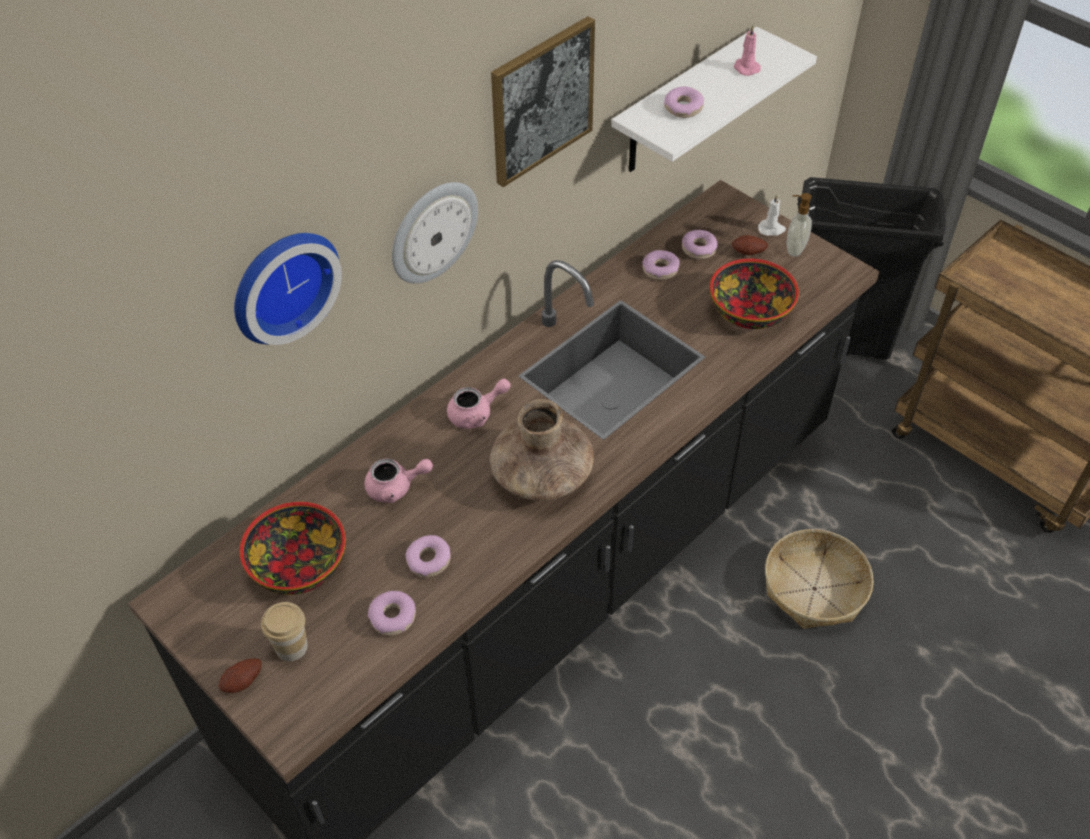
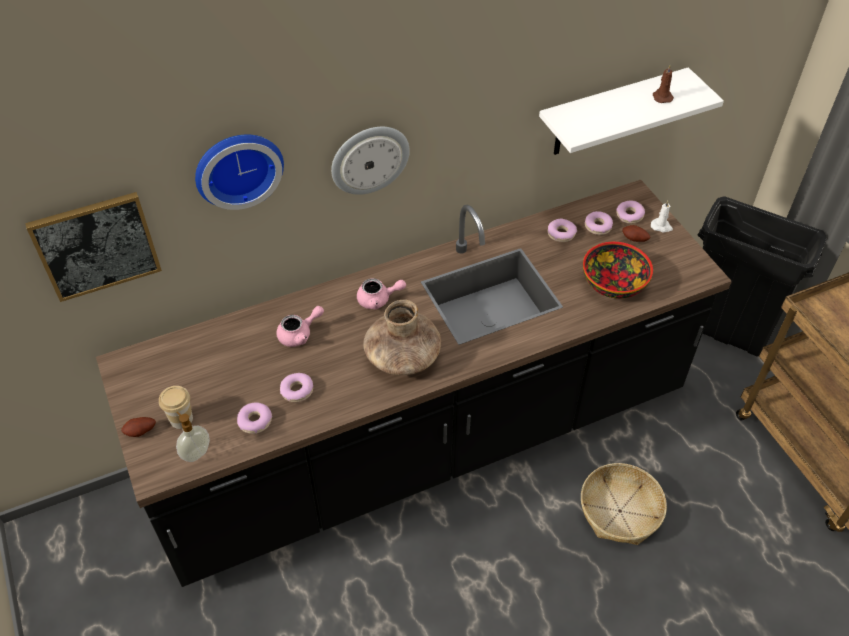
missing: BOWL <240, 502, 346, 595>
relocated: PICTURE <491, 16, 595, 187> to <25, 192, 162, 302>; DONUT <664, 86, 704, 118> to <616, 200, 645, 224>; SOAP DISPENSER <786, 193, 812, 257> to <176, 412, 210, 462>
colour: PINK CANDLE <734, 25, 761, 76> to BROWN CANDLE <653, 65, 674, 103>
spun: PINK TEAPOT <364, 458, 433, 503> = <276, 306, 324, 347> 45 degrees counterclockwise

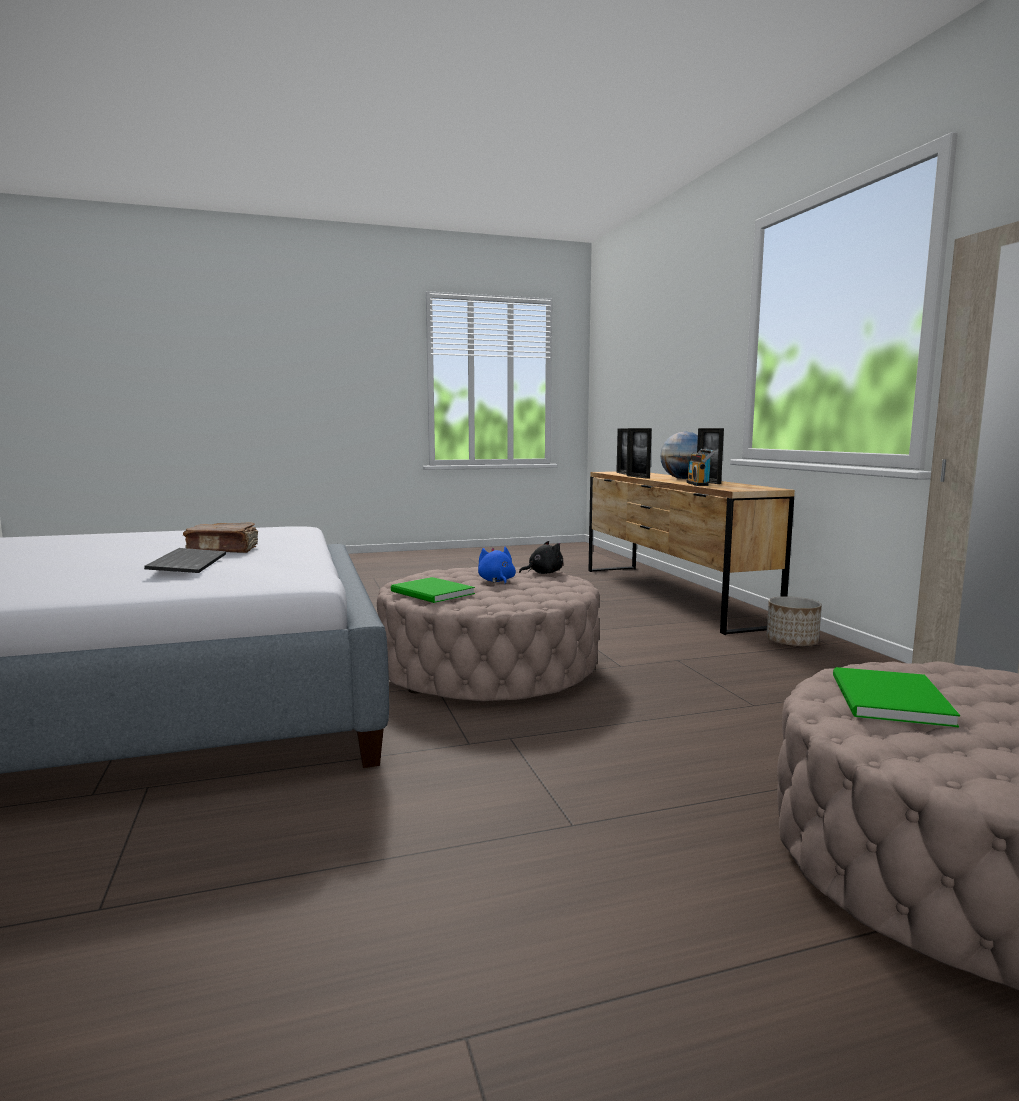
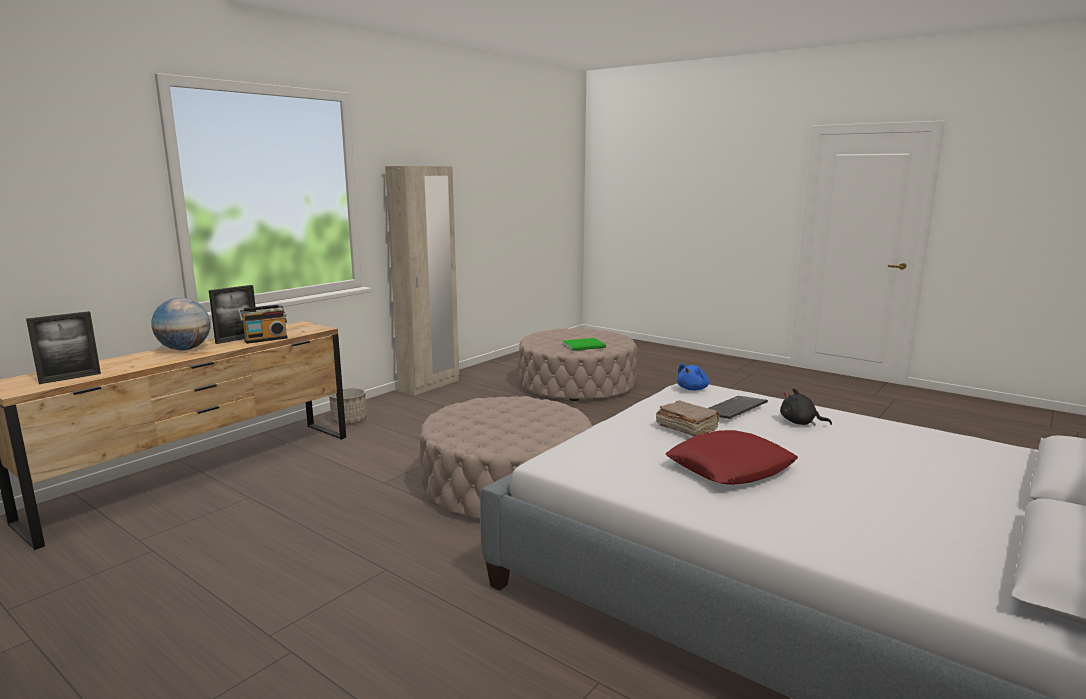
missing: GREEN BOOK <391, 577, 475, 603>; PICTURE FRAME <627, 428, 652, 479>
appeared: RED PILLOW <666, 430, 798, 485>
relocated: BLUE PLUSH TOY <478, 547, 516, 585> to <677, 363, 709, 390>; BLACK PLUSH TOY <519, 541, 563, 574> to <780, 388, 832, 426>

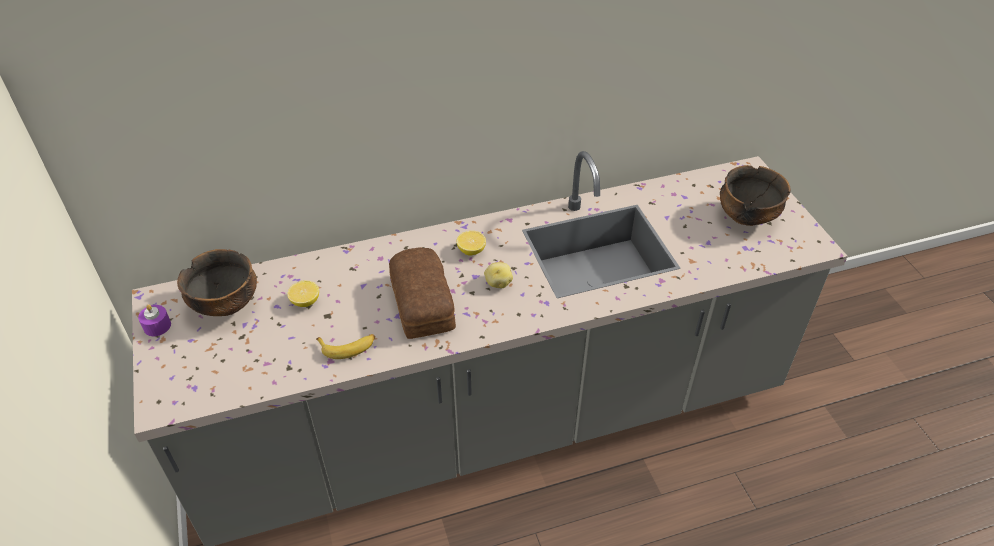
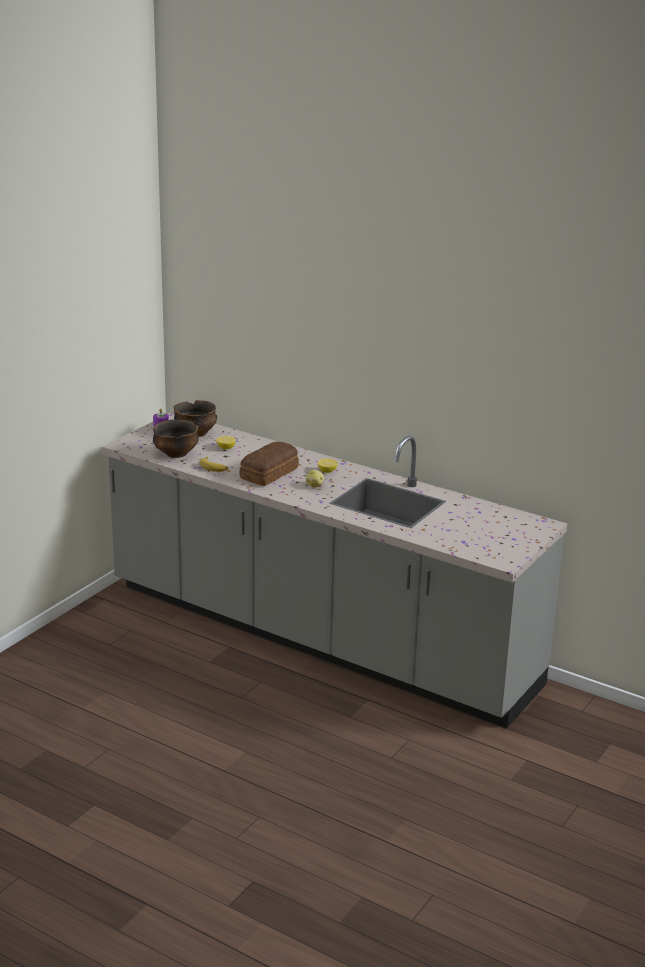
relocated: BOWL <720, 165, 791, 226> to <153, 420, 199, 458>

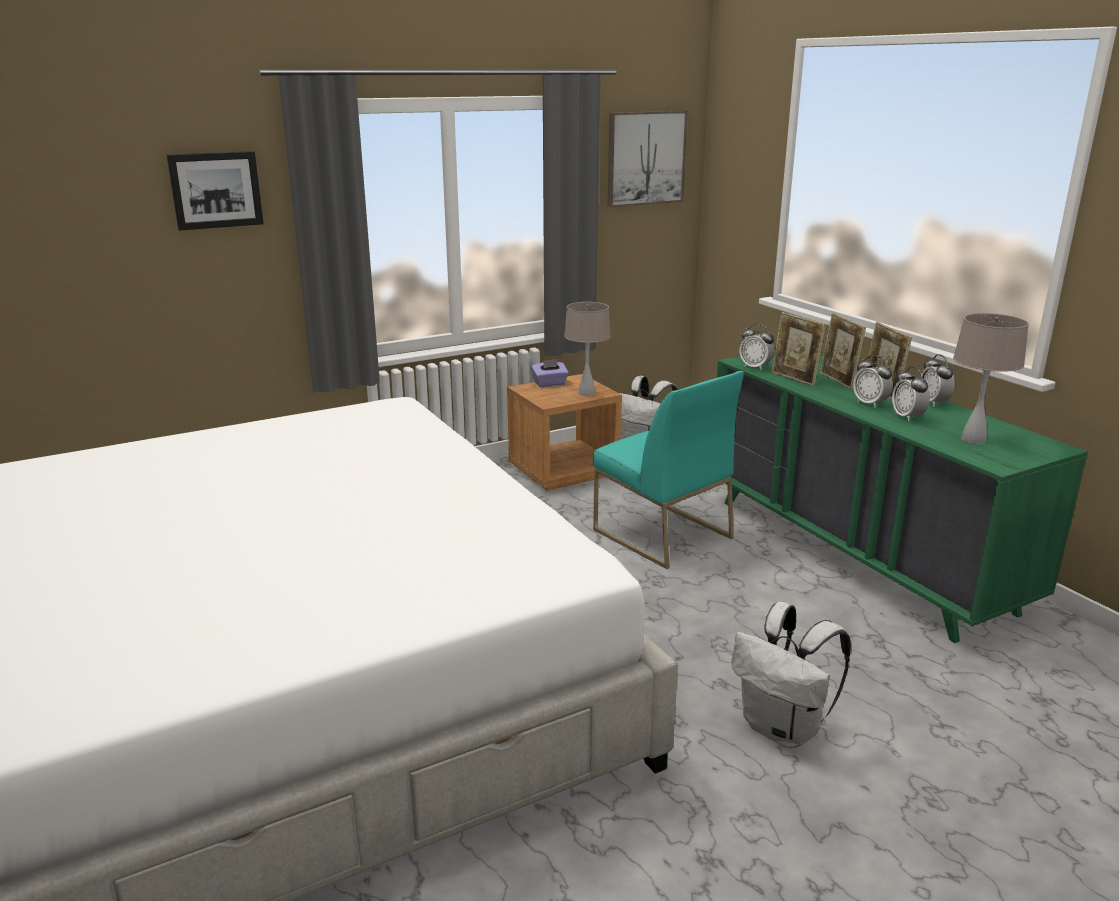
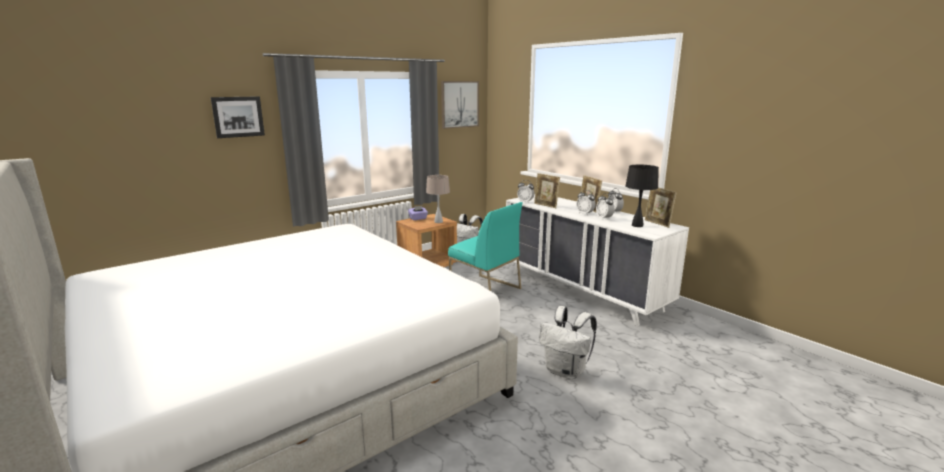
relocated: PICTURE FRAME <820, 313, 866, 389> to <645, 188, 677, 228>
colour: GREEN DRESSER <717, 352, 1088, 643> to WHITE DRESSER <506, 194, 689, 326>; BEIGE TABLE LAMP <953, 313, 1029, 444> to BLACK TABLE LAMP <625, 165, 659, 227>

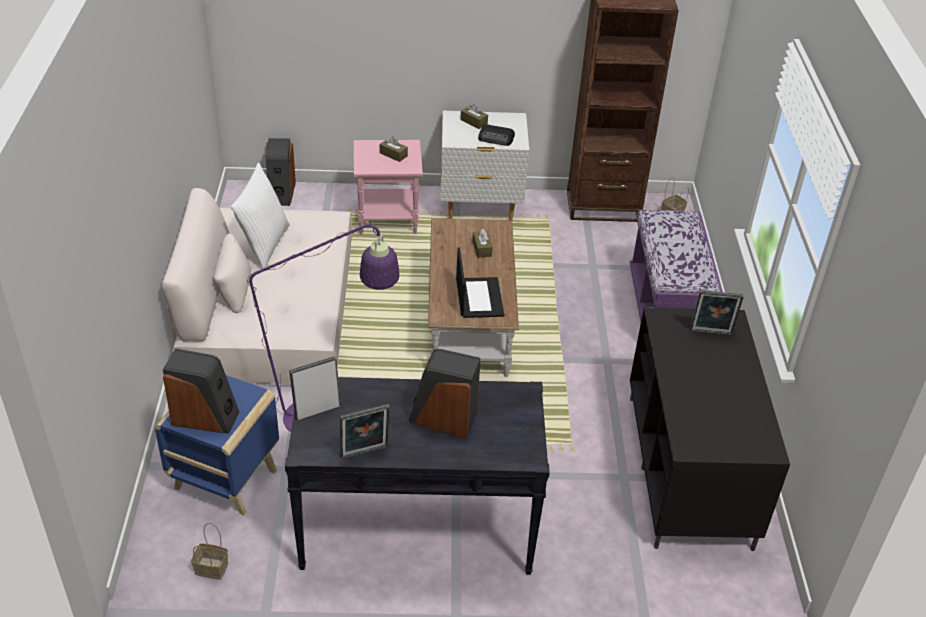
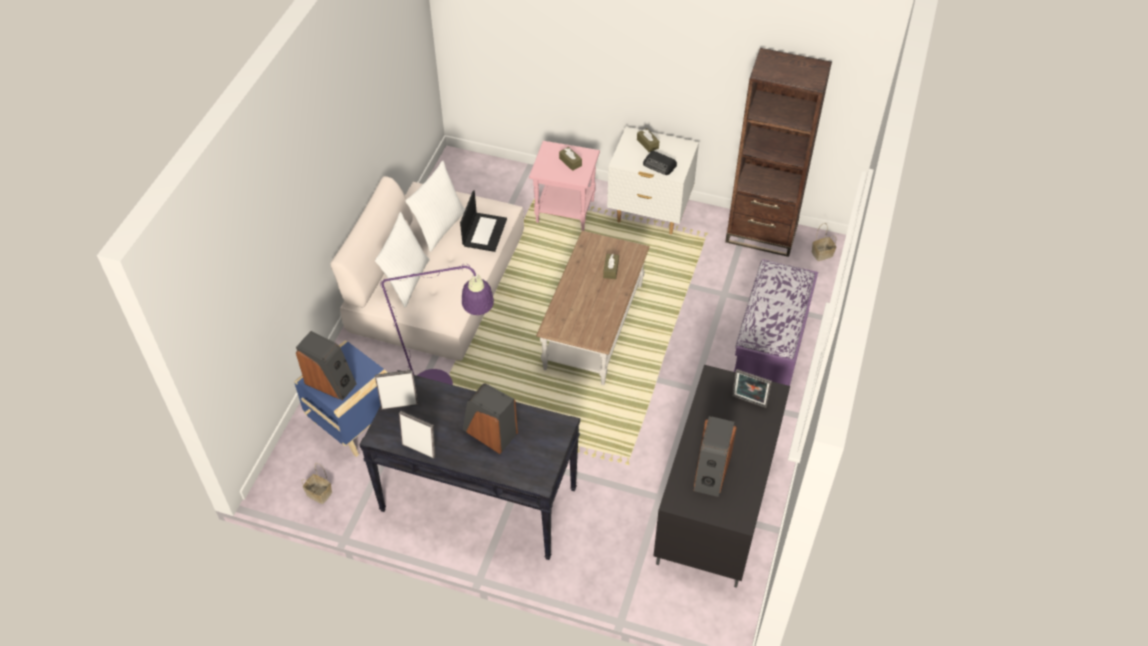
appeared: WHITE PILLOW <375, 212, 429, 308>
relocated: SPEAKER <266, 138, 296, 206> to <694, 416, 737, 497>; LAPTOP <456, 248, 504, 318> to <460, 190, 507, 252>
spun: PICTURE FRAME <340, 404, 390, 459> = <399, 411, 436, 459> 150 degrees counterclockwise

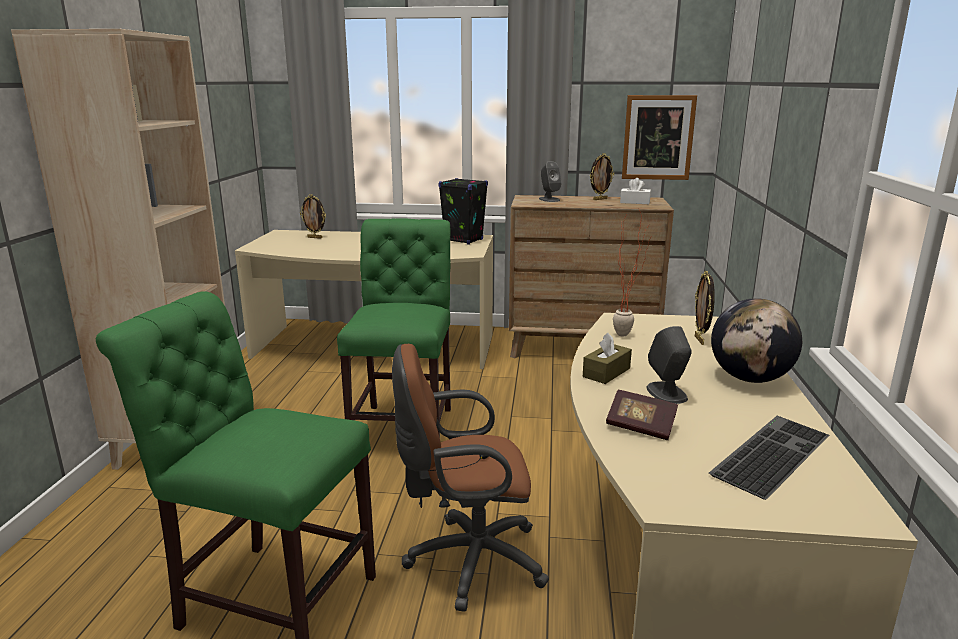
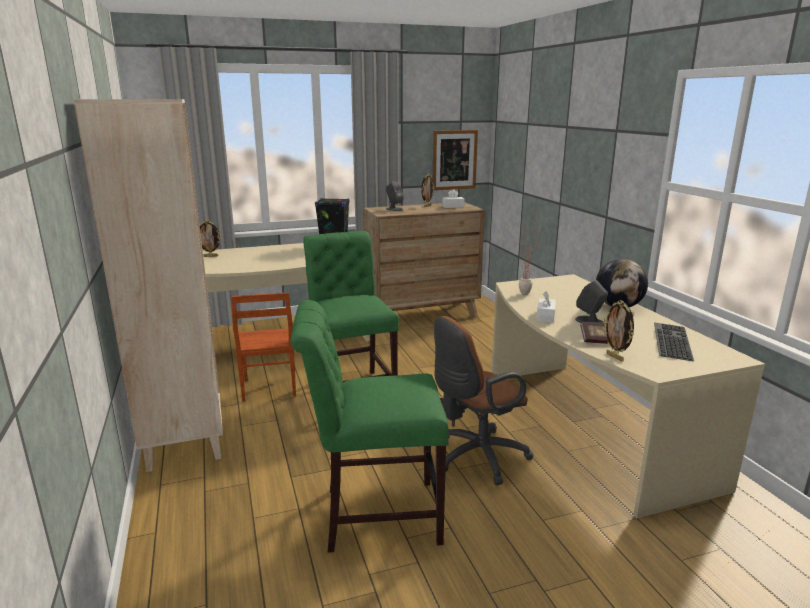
appeared: BROWN CHAIR <231, 293, 296, 402>
relocated: PICTURE FRAME <695, 271, 715, 345> to <604, 300, 634, 362>
colour: BROWN TISSUE BOX <583, 333, 632, 384> to WHITE TISSUE BOX <536, 291, 556, 323>

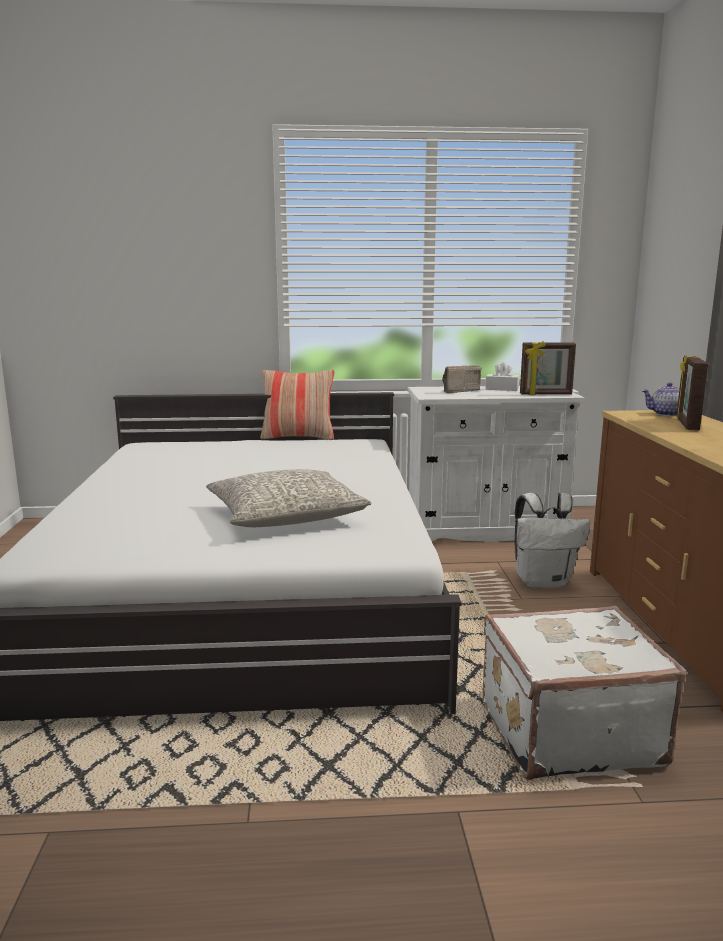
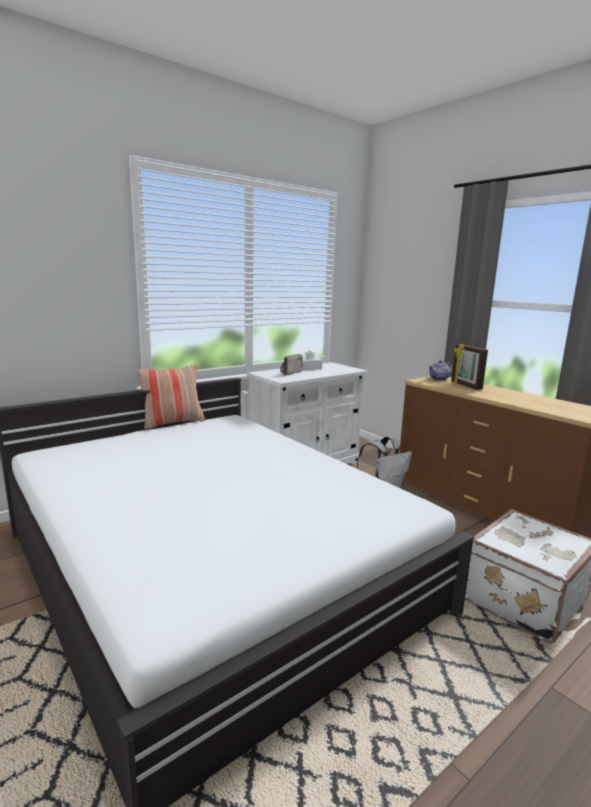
missing: GREY PILLOW <206, 469, 371, 527>; PICTURE FRAME <520, 341, 576, 395>

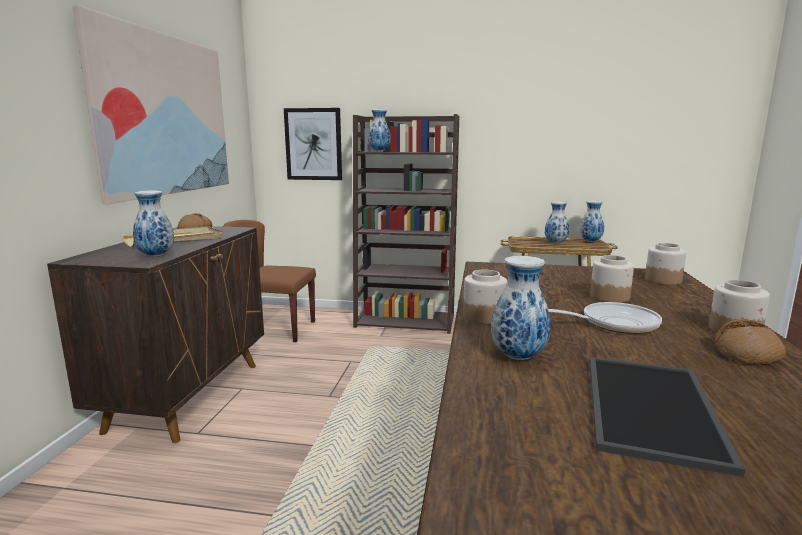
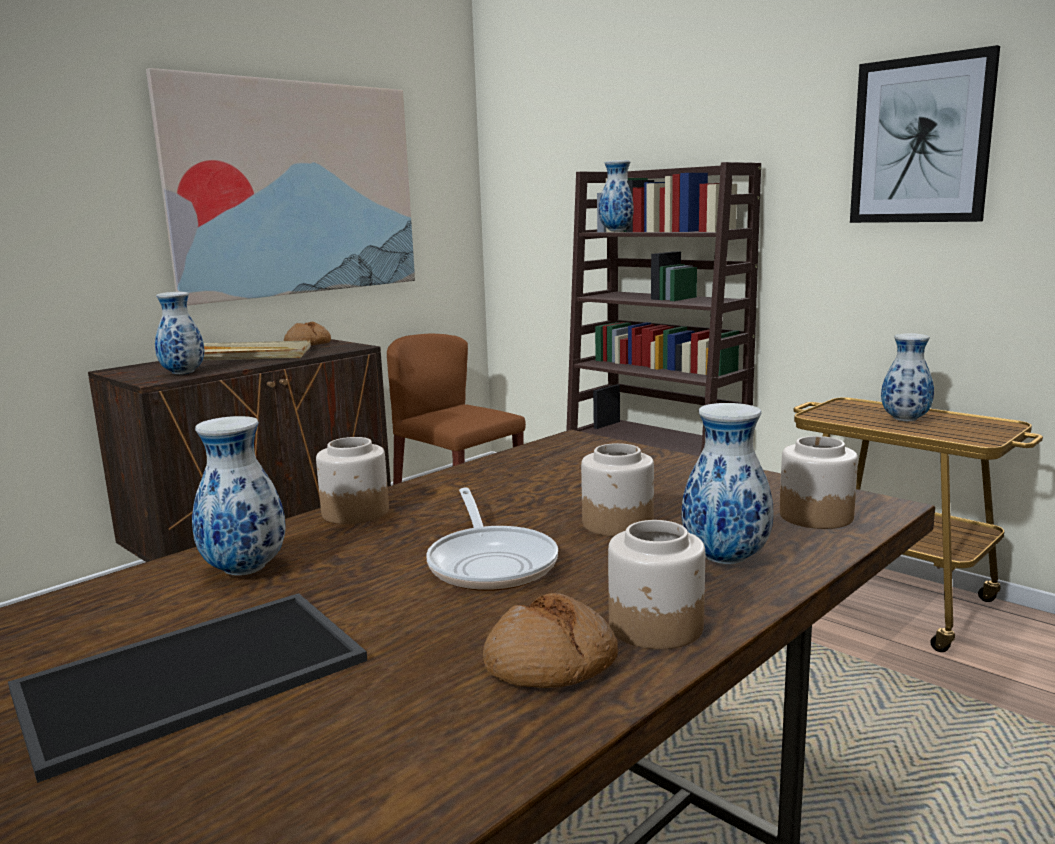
relocated: PICTURE <284, 108, 342, 180> to <850, 45, 1000, 223>; VASE <579, 200, 604, 242> to <682, 403, 773, 564>
spun: FRYING PAN <548, 302, 662, 334> = <426, 488, 558, 591> 45 degrees clockwise

